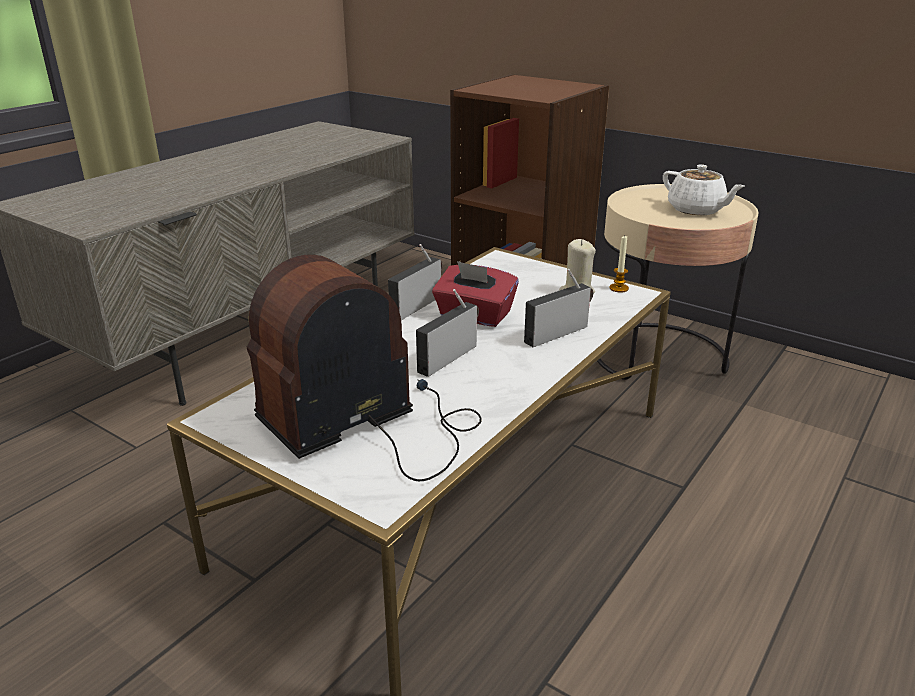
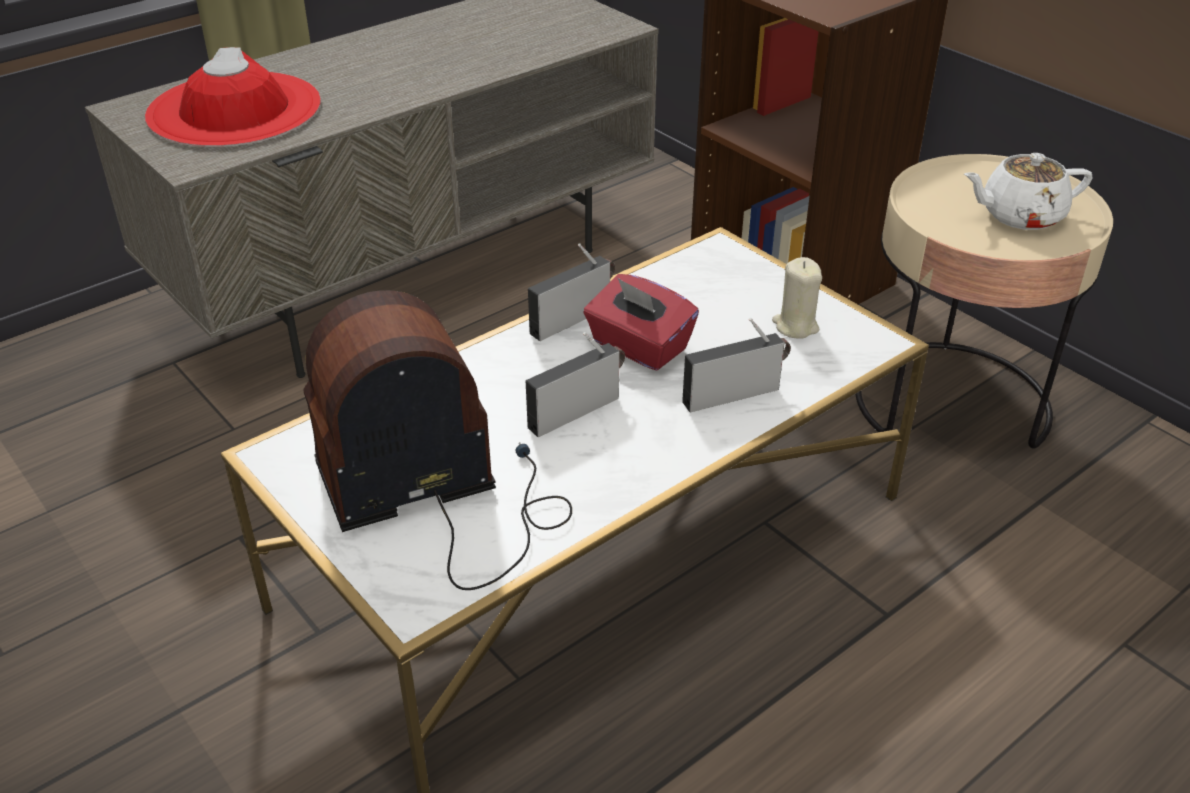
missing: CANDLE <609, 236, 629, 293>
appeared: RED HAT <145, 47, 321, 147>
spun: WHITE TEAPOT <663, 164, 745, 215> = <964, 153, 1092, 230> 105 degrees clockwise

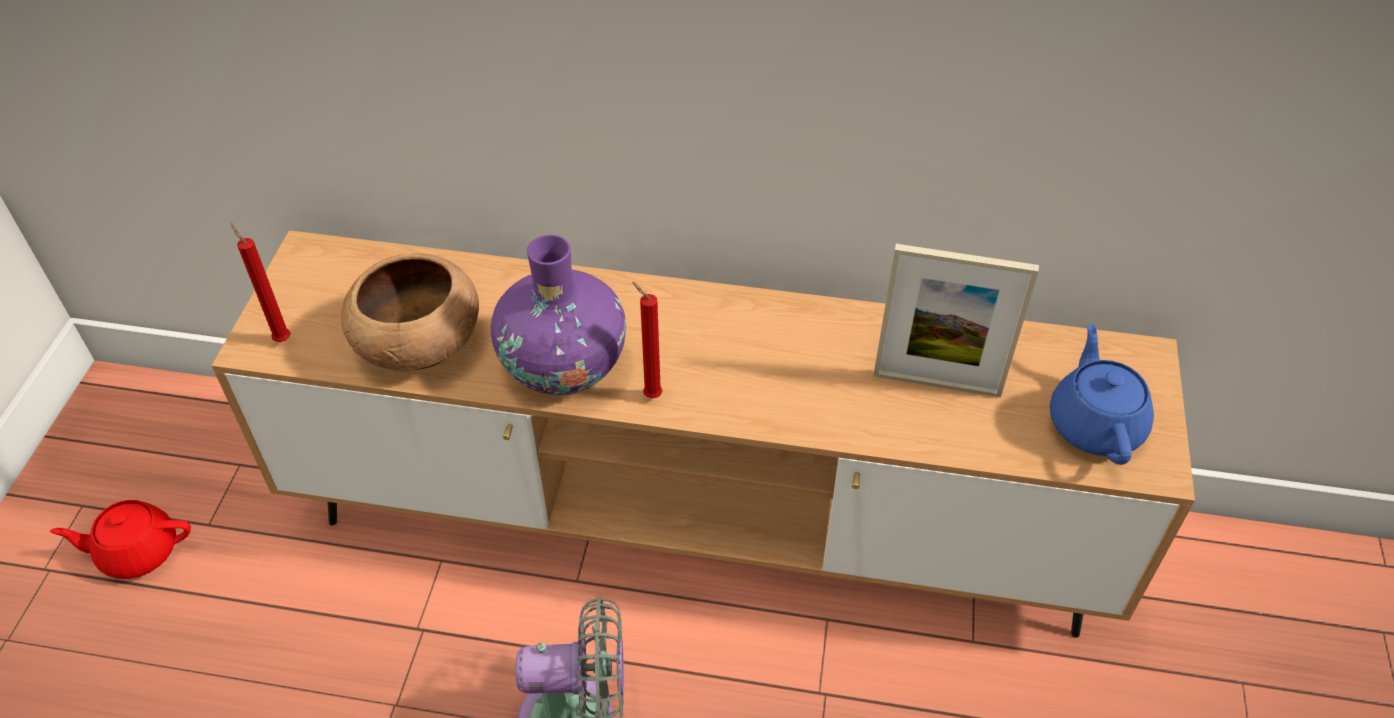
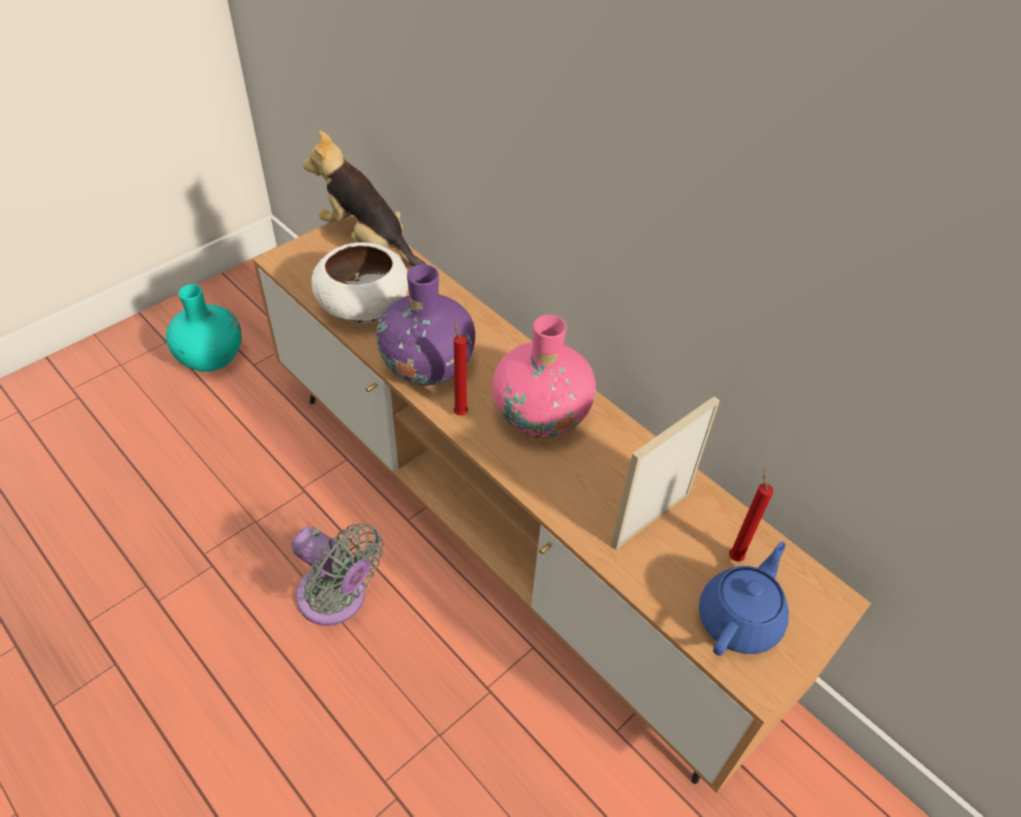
appeared: PLUSH TOY <303, 130, 425, 266>; PINK VASE <492, 315, 596, 438>
relocated: RED CANDLE <231, 223, 291, 342> to <729, 468, 773, 562>
exchanged: RED TEAPOT <50, 500, 191, 579> to TURQUOISE VASE <166, 284, 242, 372>
colour: BROWN BOWL <341, 253, 479, 371> to WHITE BOWL <311, 242, 408, 324>
spun: PICTURE FRAME <873, 244, 1039, 398> = <611, 396, 720, 550> 90 degrees clockwise

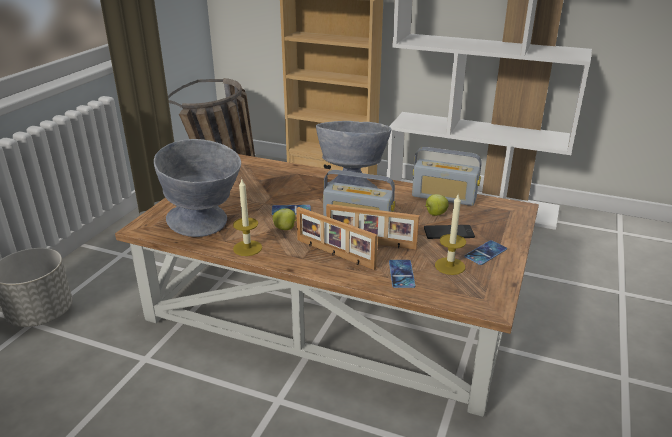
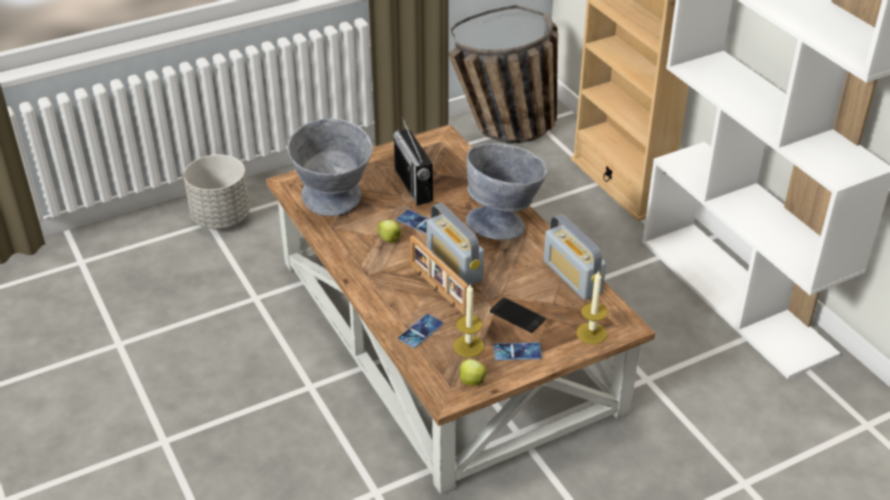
missing: PICTURE FRAME <296, 207, 378, 270>
appeared: RADIO <393, 117, 433, 205>
relocated: CANDLE <233, 179, 262, 256> to <577, 271, 608, 344>; APPLE <425, 194, 449, 216> to <458, 359, 487, 386>

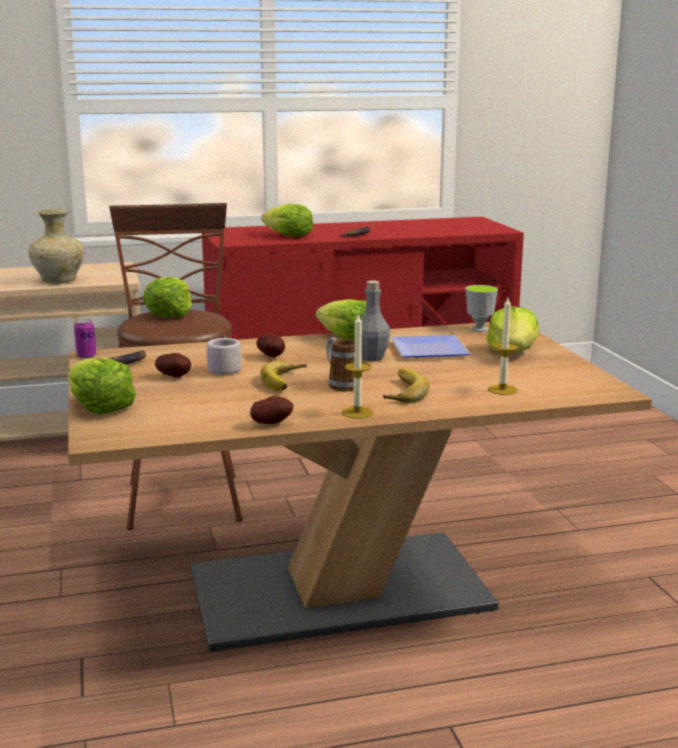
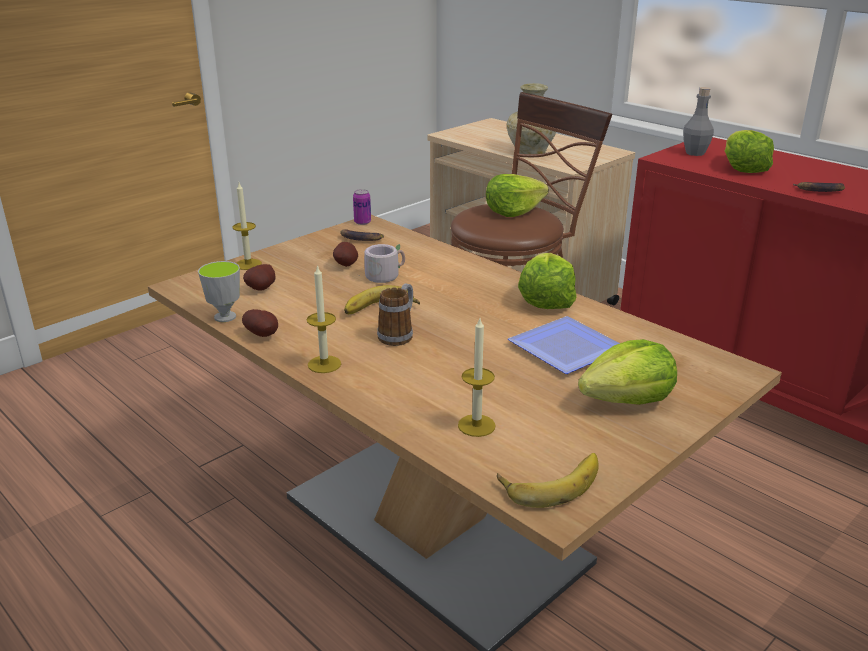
relocated: POTATO <256, 334, 285, 357> to <243, 264, 276, 290>; GREY BOTTLE <361, 281, 390, 361> to <683, 87, 714, 156>; BANANA <383, 368, 430, 403> to <497, 453, 599, 508>; CUP <465, 285, 498, 332> to <198, 261, 240, 322>
exchanged: LETTUCE <68, 358, 136, 414> to CANDLE <232, 183, 262, 270>

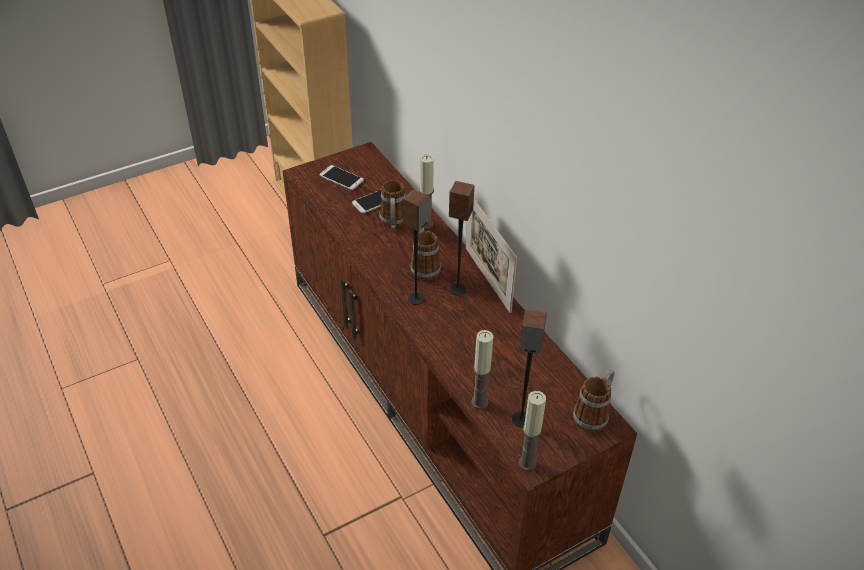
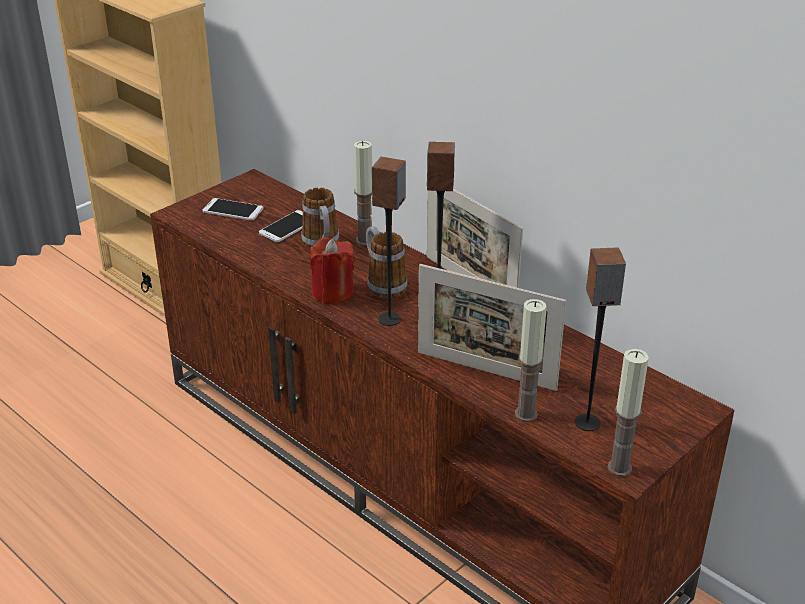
missing: MUG <573, 369, 615, 432>
appeared: RED CANDLE <310, 237, 355, 304>; PICTURE FRAME <418, 264, 566, 391>

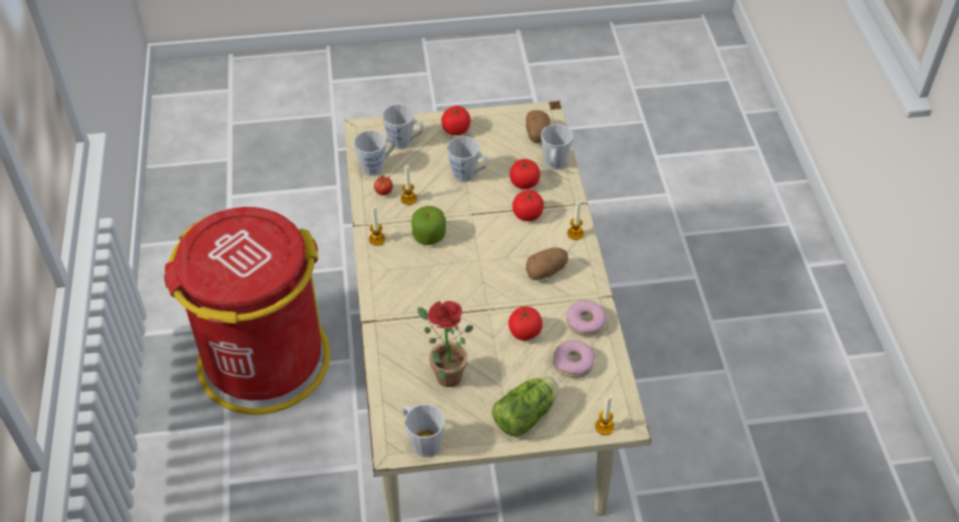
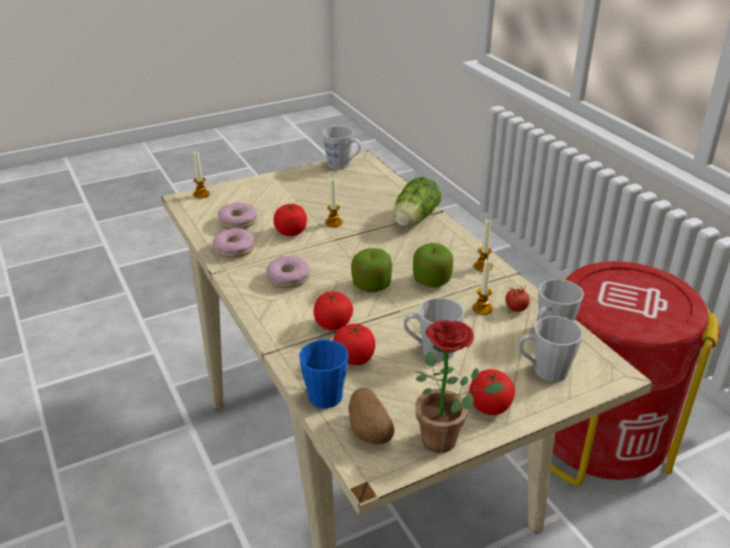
appeared: APPLE <351, 248, 392, 292>
relocated: POTTED PLANT <418, 301, 473, 387> to <415, 320, 505, 453>; LETTUCE <492, 376, 558, 436> to <394, 177, 441, 226>; CANDLE <567, 199, 584, 240> to <325, 178, 342, 227>
exchanged: POTATO <526, 248, 568, 280> to DONUT <266, 256, 310, 288>
colour: GREY MUG <541, 124, 574, 170> to BLUE MUG <299, 339, 348, 408>

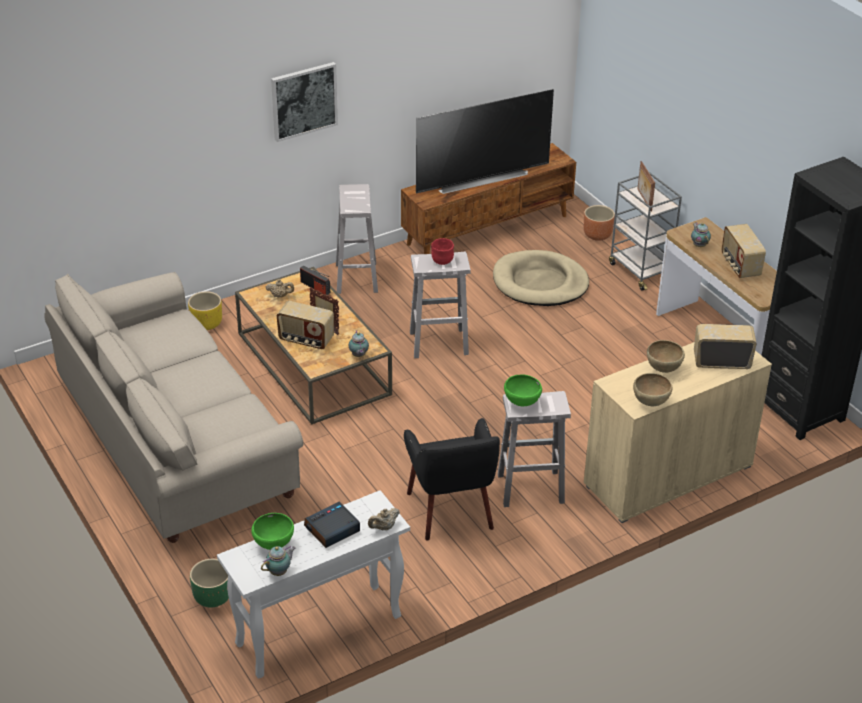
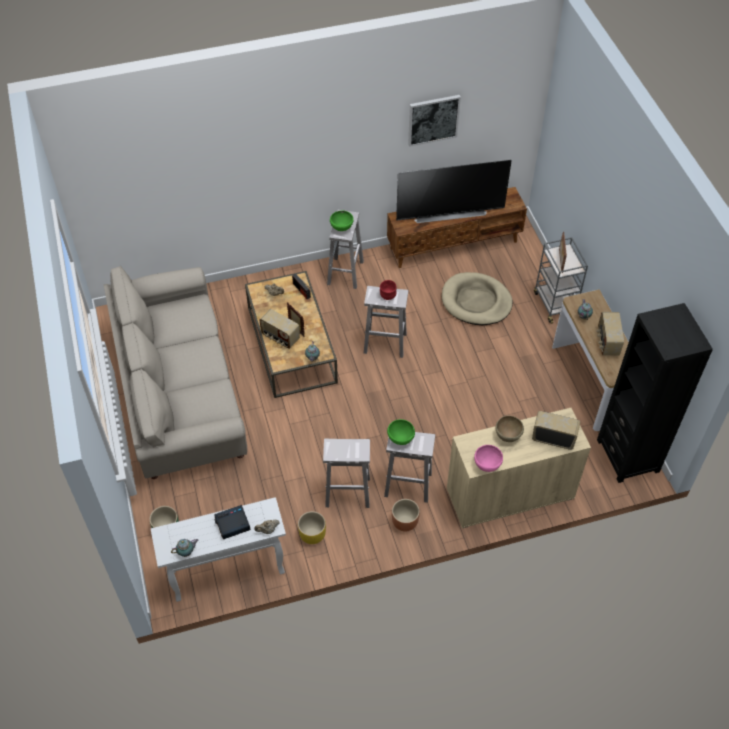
relocated: YELLOW PLANTER <188, 291, 222, 330> to <298, 511, 326, 544>; GREEN BOWL <251, 513, 294, 550> to <330, 210, 354, 231>; PICTURE <271, 62, 338, 142> to <408, 95, 461, 147>; BROWN PLANTER <584, 205, 615, 241> to <392, 499, 420, 531>
exchanged: BLACK ARMCHAIR <404, 418, 500, 540> to WHITE STOOL <323, 439, 370, 508>
colour: BROWN BOWL <633, 373, 672, 406> to PINK BOWL <474, 445, 503, 472>

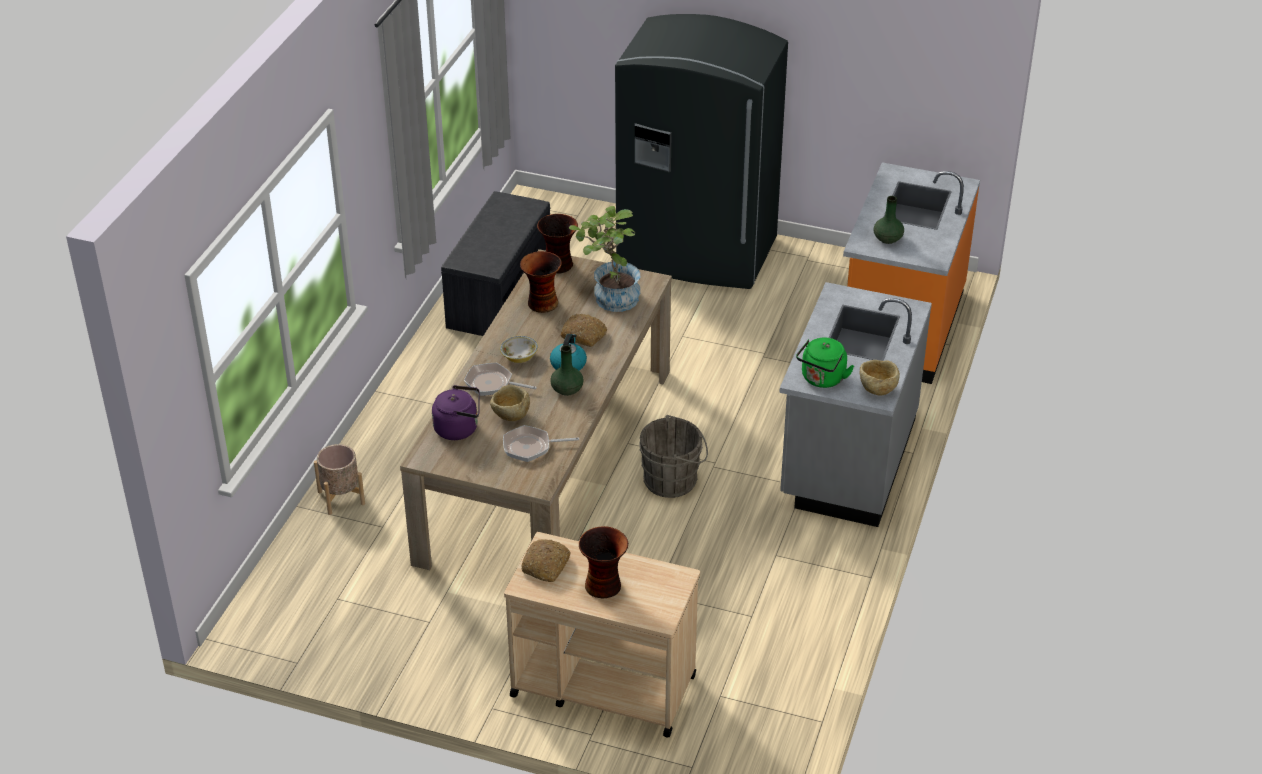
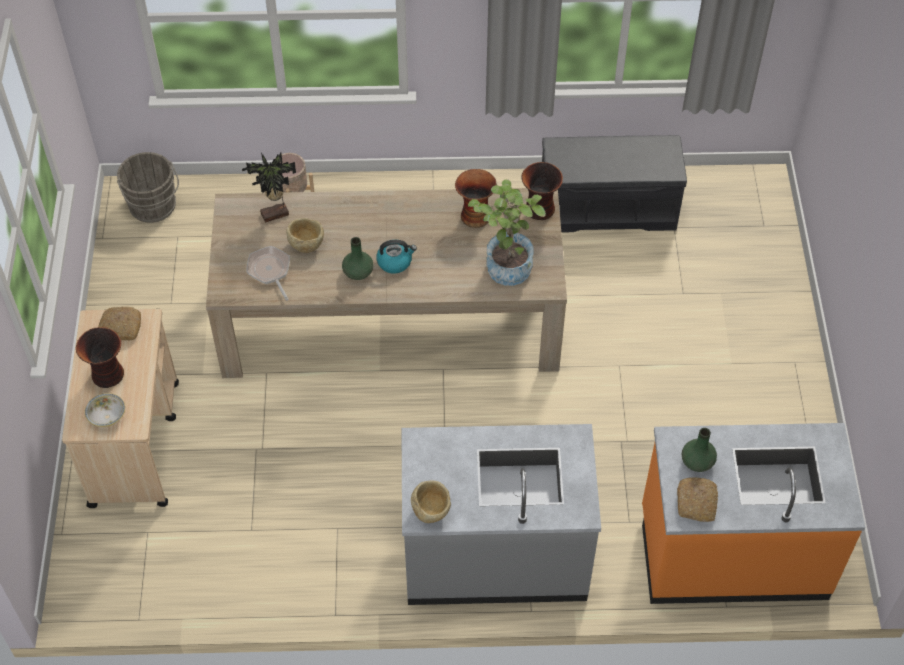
missing: FRYING PAN <464, 363, 537, 396>; GREY FRIDGE <615, 14, 788, 289>; GREEN KETTLE <796, 338, 854, 388>
relocated: BOWL <500, 336, 538, 363> to <85, 393, 125, 427>; BREAD <561, 314, 607, 347> to <677, 477, 719, 522>; GREY BUCKET <639, 415, 708, 498> to <117, 152, 179, 223>
exchanged: PURPLE KETTLE <432, 385, 480, 440> to POTTED PLANT <242, 153, 296, 223>

